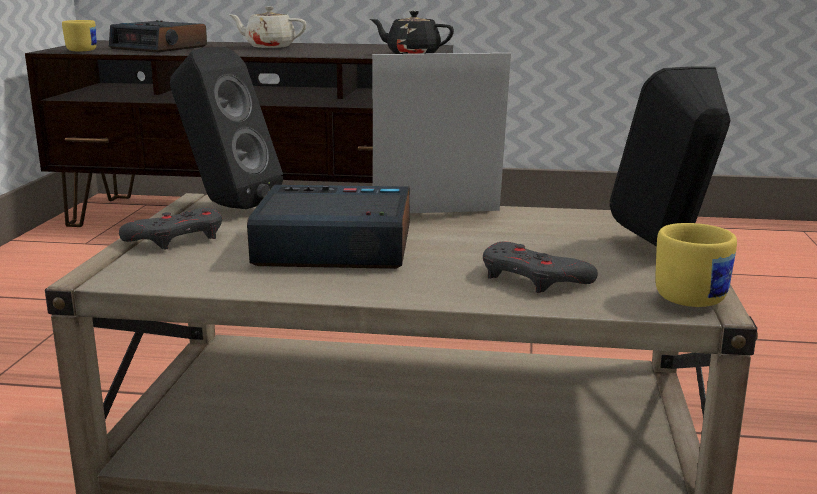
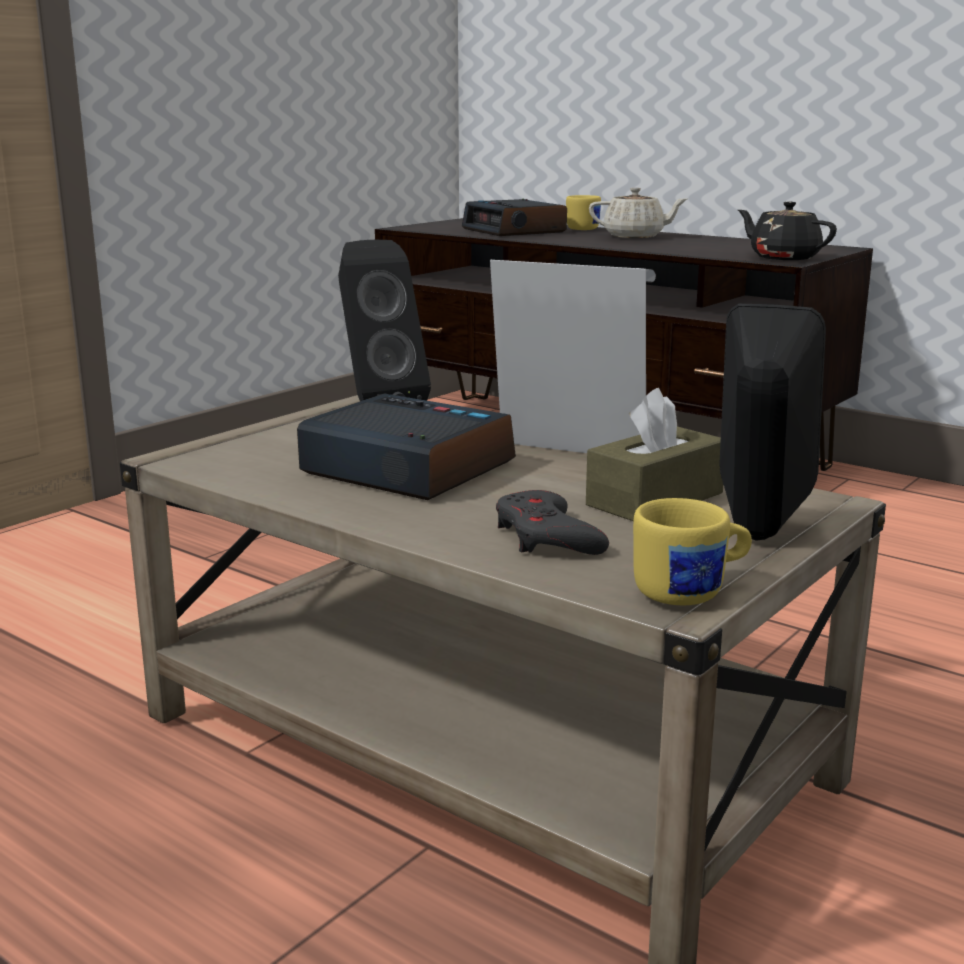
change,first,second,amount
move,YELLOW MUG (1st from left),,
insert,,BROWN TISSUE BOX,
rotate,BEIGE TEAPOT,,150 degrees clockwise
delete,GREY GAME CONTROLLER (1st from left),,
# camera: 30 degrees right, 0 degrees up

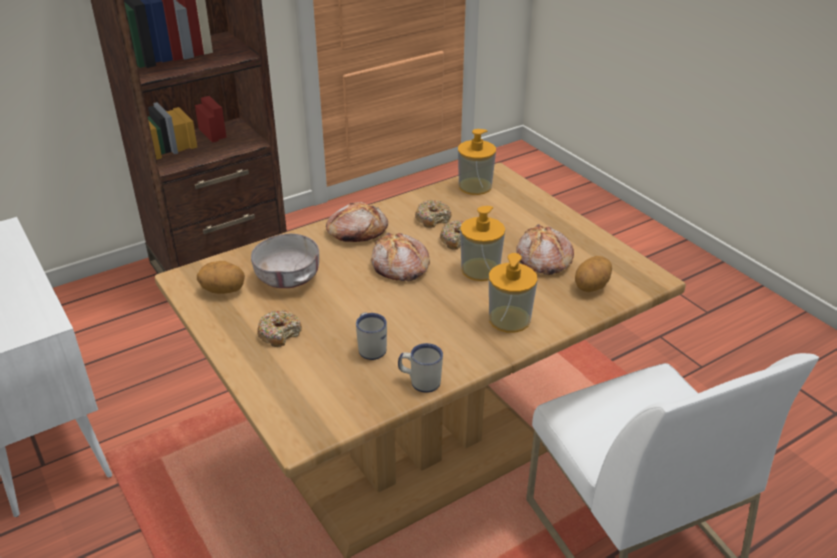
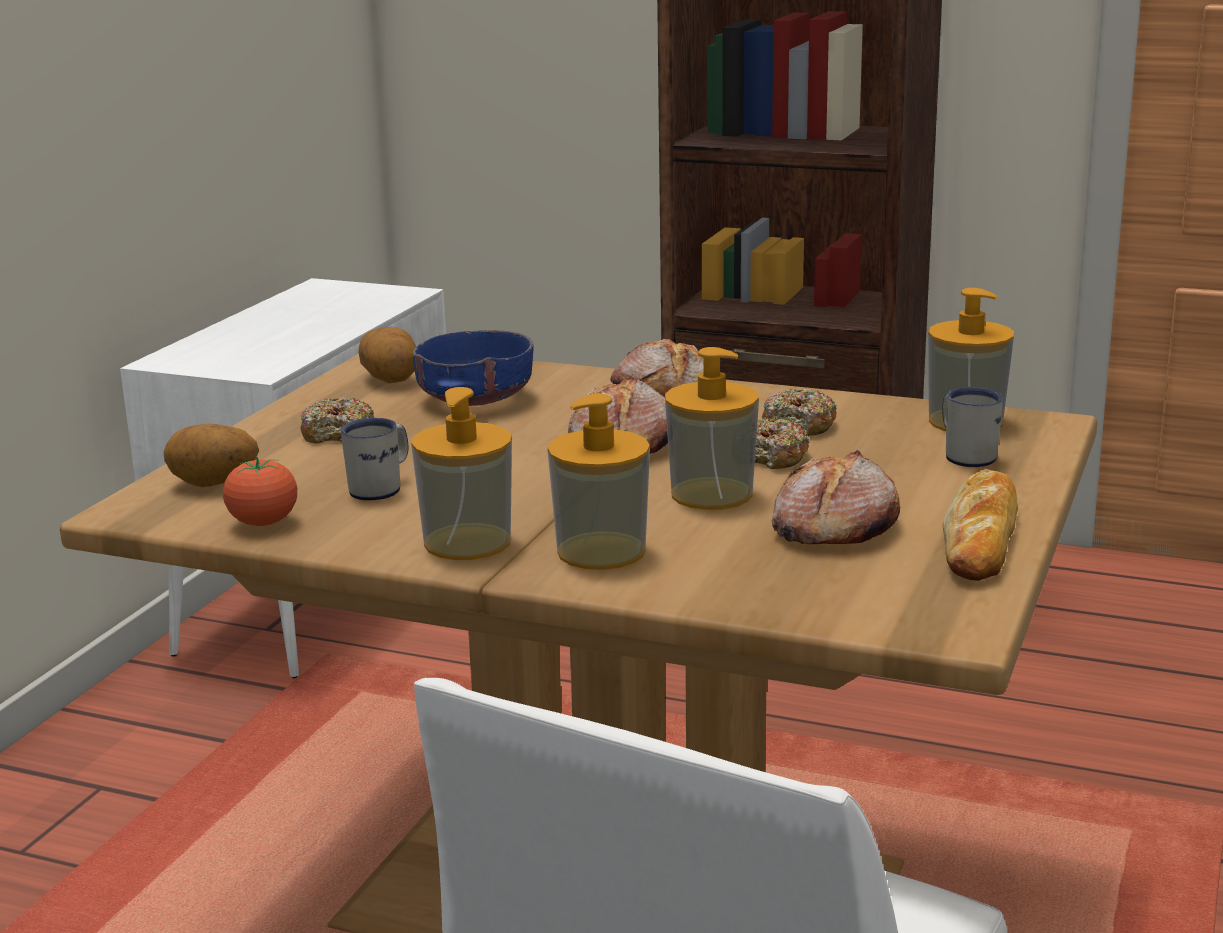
change,first,second,amount
move,POTATO (2nd from left in the first image),POTATO (1st from left),
insert,,TOMATO,
insert,,SOAP DISPENSER (1st from left),
recolor,GREY BOWL,BLUE BOWL,
insert,,BREAD (4th from left),
move,WHITE MUG (2nd from left),,
# camera: 55 degrees right, 15 degrees down

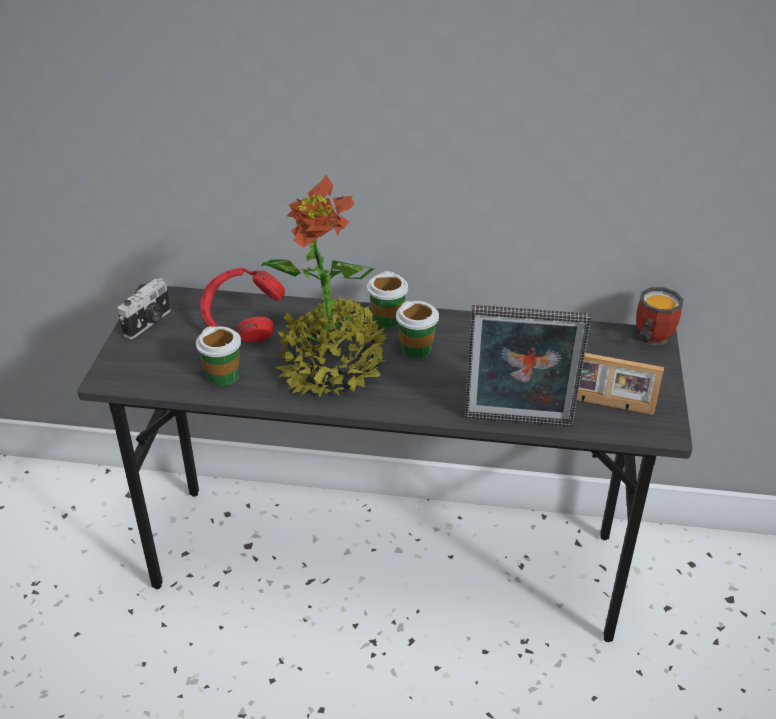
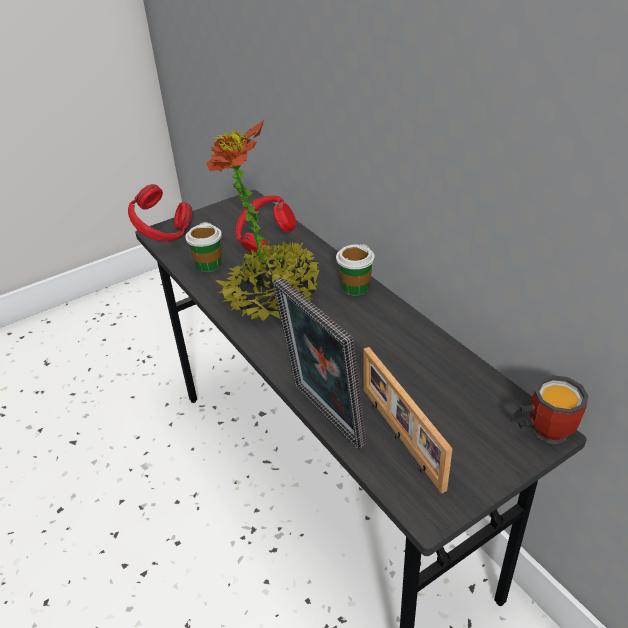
change,first,second,amount
insert,,RED HEADPHONES (1st from left),
delete,PHOTO CAMERA,,
delete,CUP (3rd from left),,
# camera: 50 degrees right, 0 degrees up

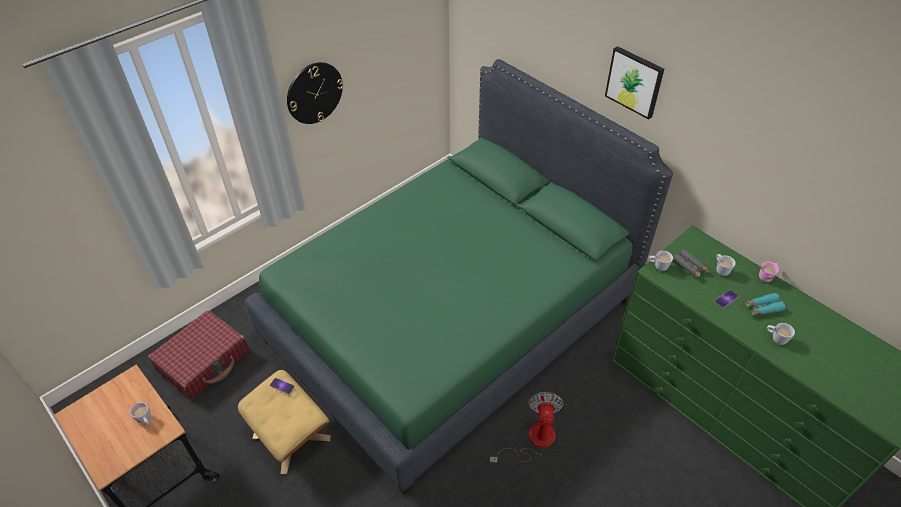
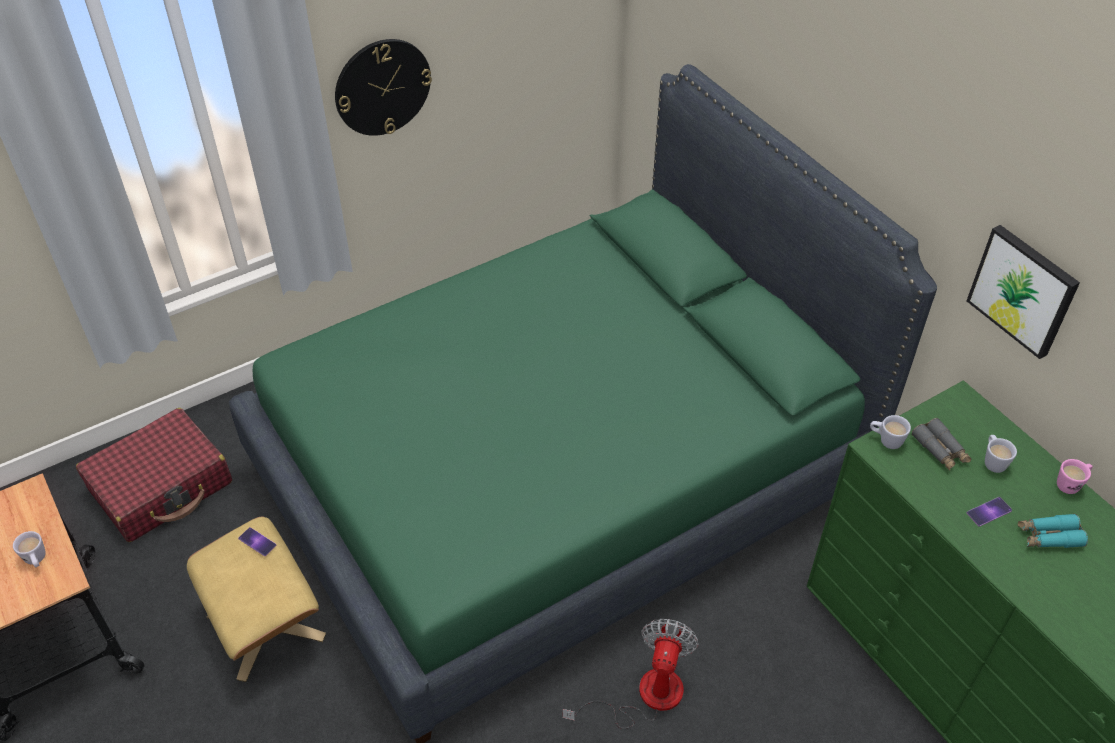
change,first,second,amount
move,PICTURE,,
delete,WHITE MUG (4th from left),,
# camera: 10 degrees right, 0 degrees up

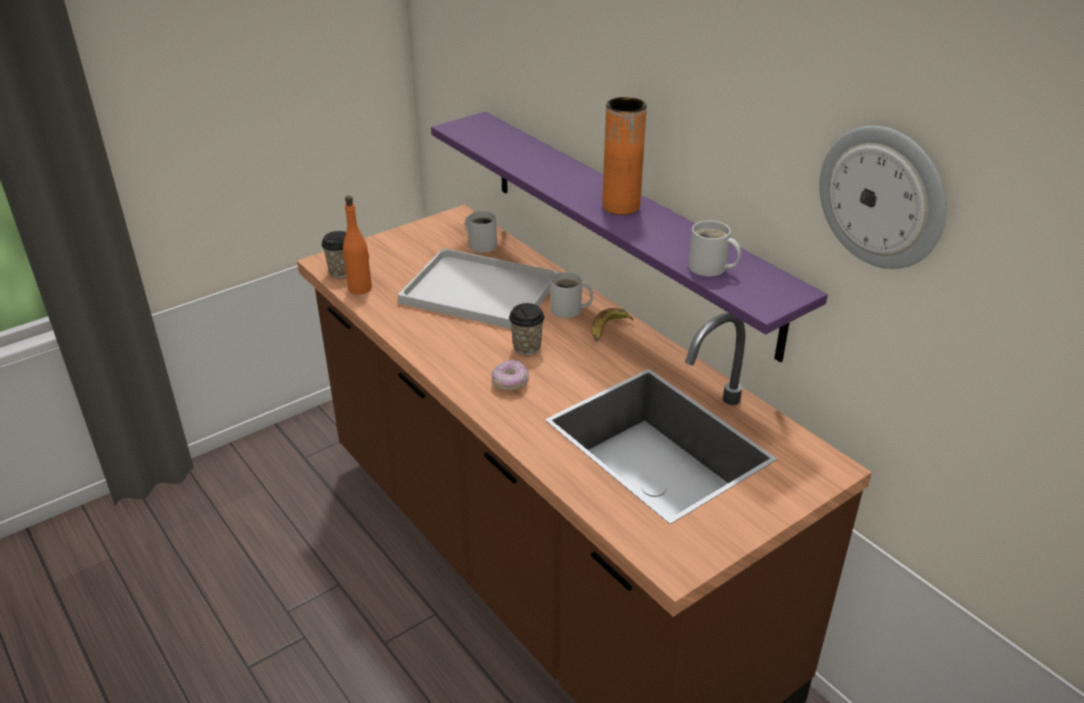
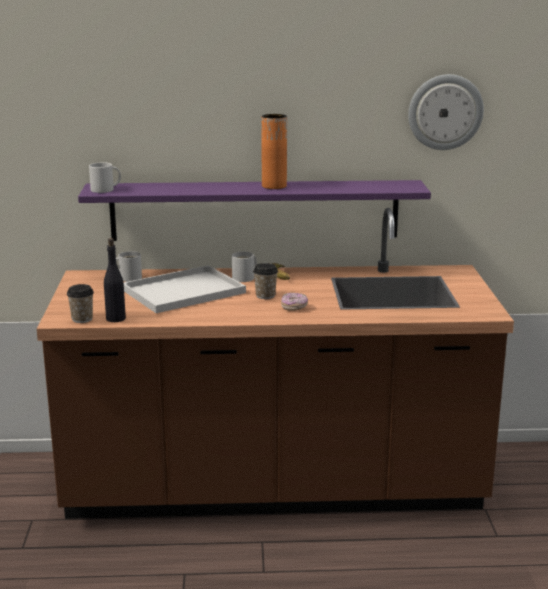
change,first,second,amount
move,WHITE MUG (3rd from left in the first image),WHITE MUG (1st from left),
recolor,ORANGE BOTTLE,BLACK BOTTLE,
# camera: 55 degrees left, 15 degrees down

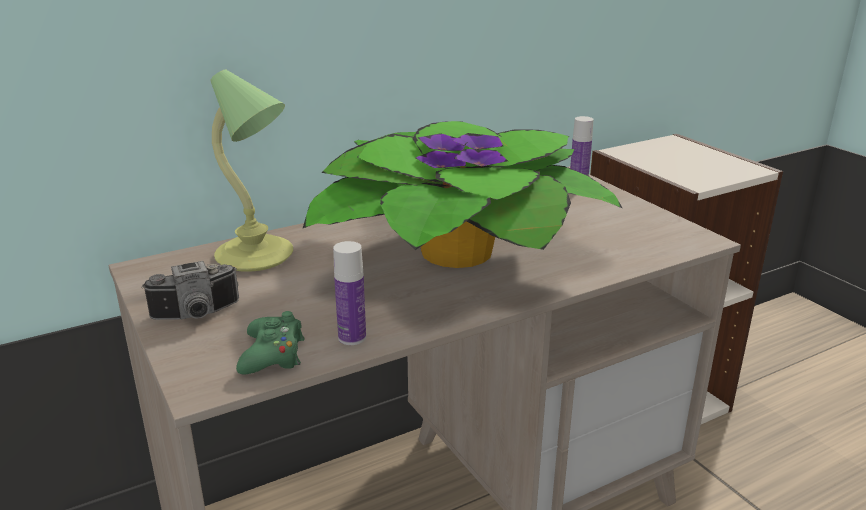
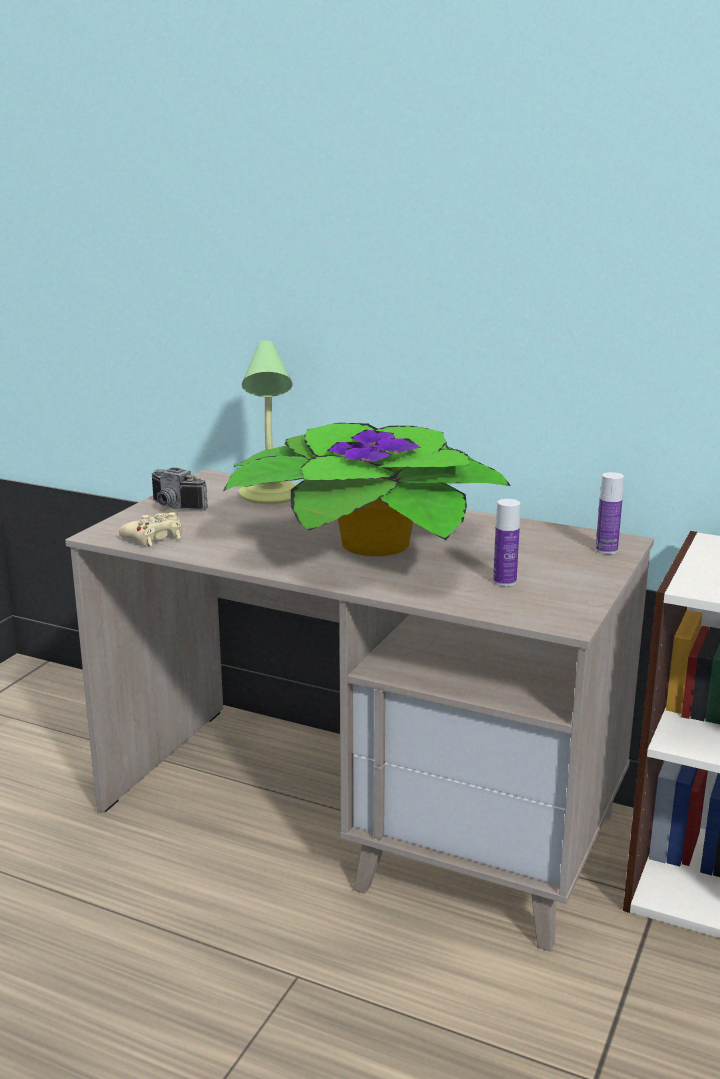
change,first,second,amount
recolor,GREEN GAME CONTROLLER,BEIGE GAME CONTROLLER,
move,BOTTLE (1st from left),,
# camera: 55 degrees right, 5 degrees down

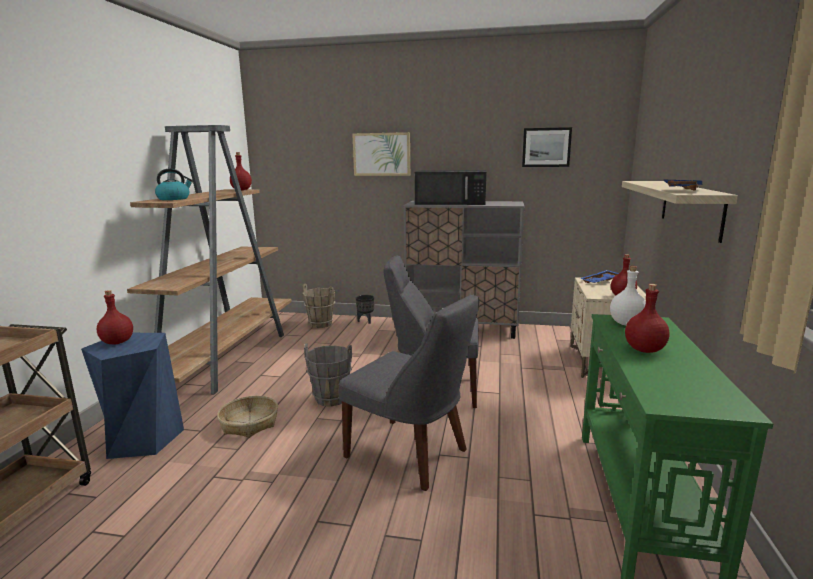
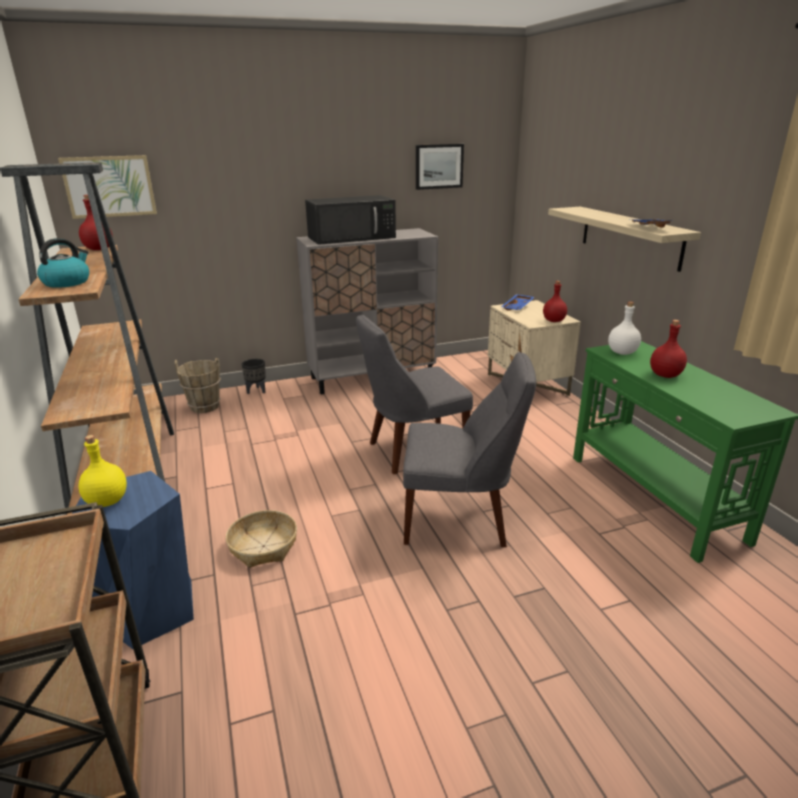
change,first,second,amount
move,PICTURE (1st from left),,
recolor,RED BOTTLE (1st from left),YELLOW BOTTLE,
delete,GREY BUCKET,,
# camera: 30 degrees left, 10 degrees up

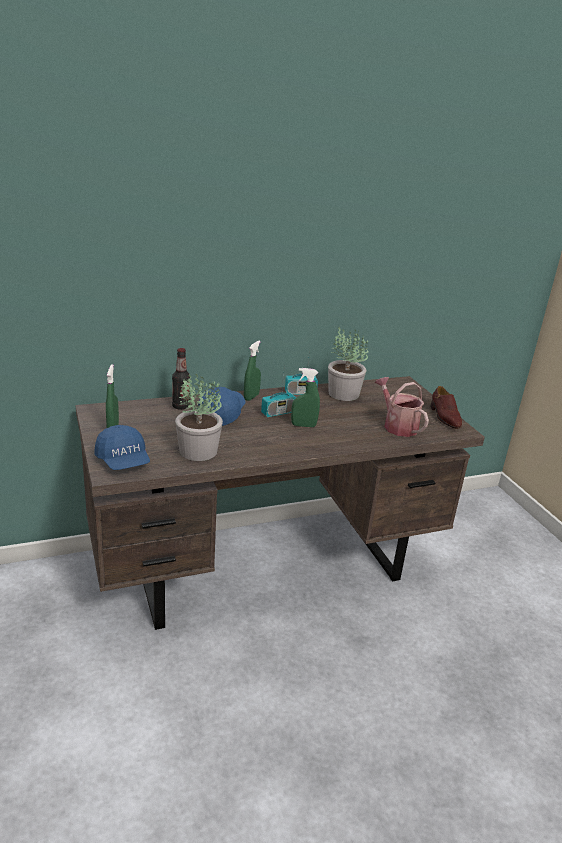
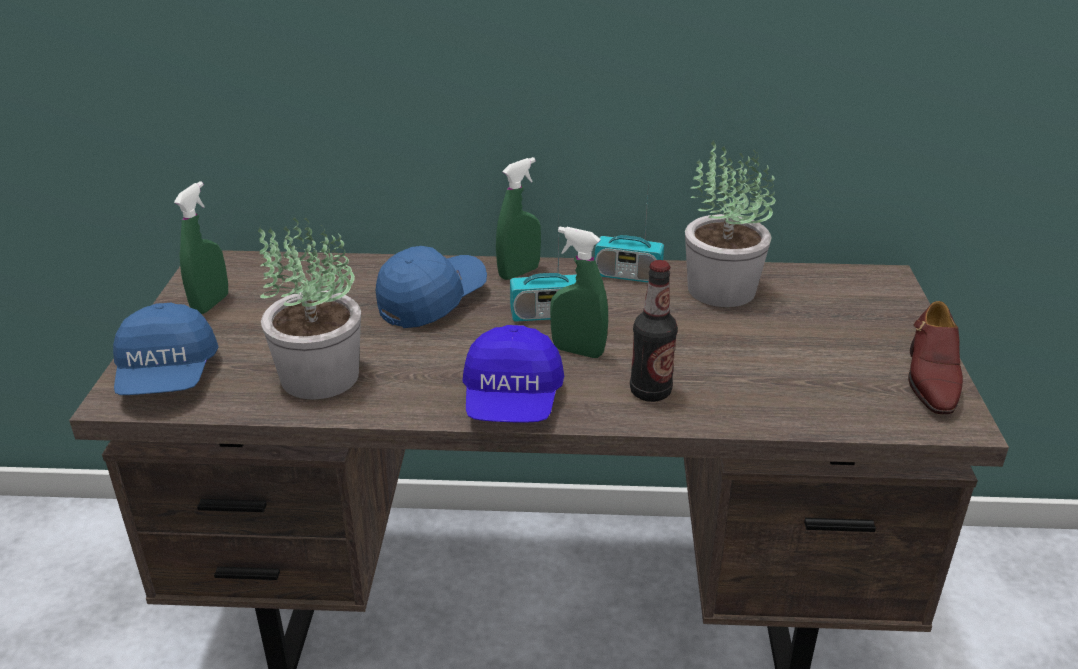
change,first,second,amount
insert,,BLUE CAP (3rd from left),
move,BOTTLE,,
delete,WATERING CAN,,
# camera: 25 degrees right, 5 degrees up

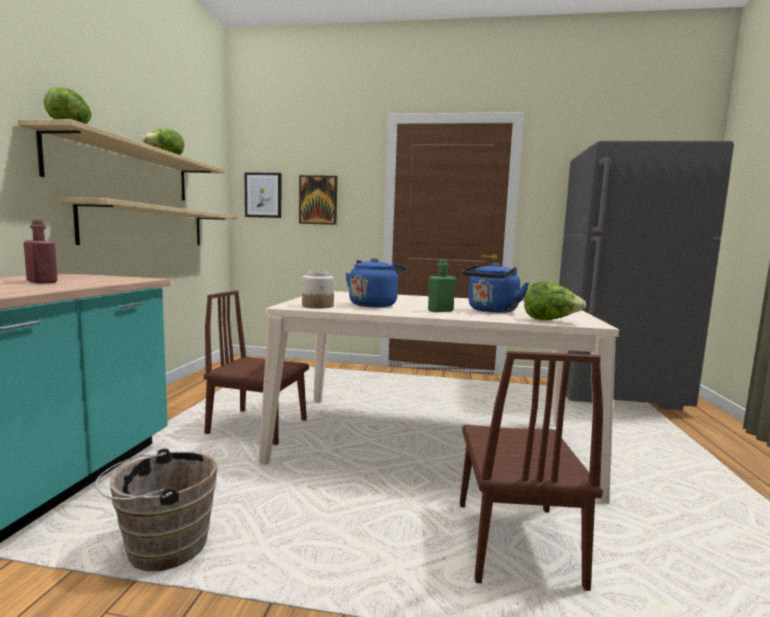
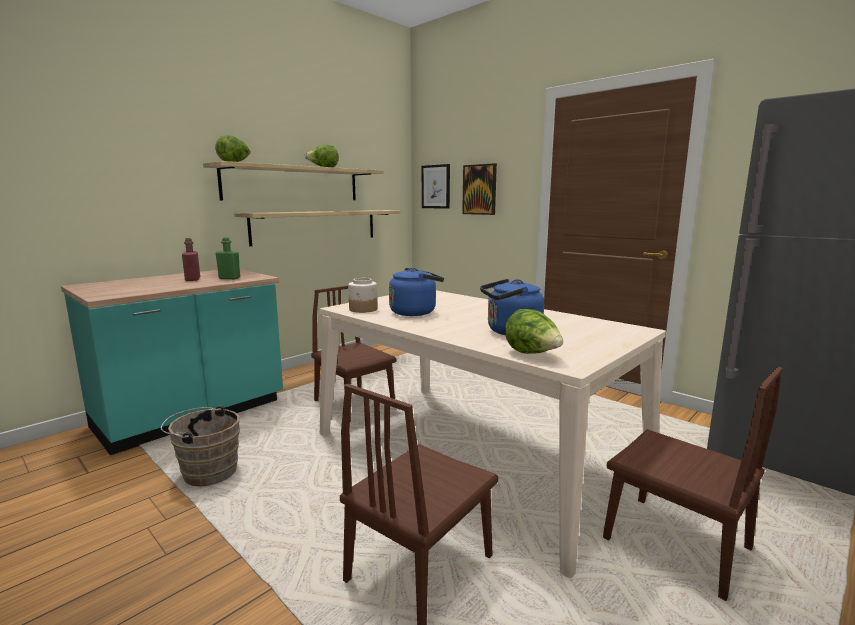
change,first,second,amount
move,GREEN BOTTLE,,
insert,,BROWN CHAIR (3rd from left),
# camera: 35 degrees right, 5 degrees up

